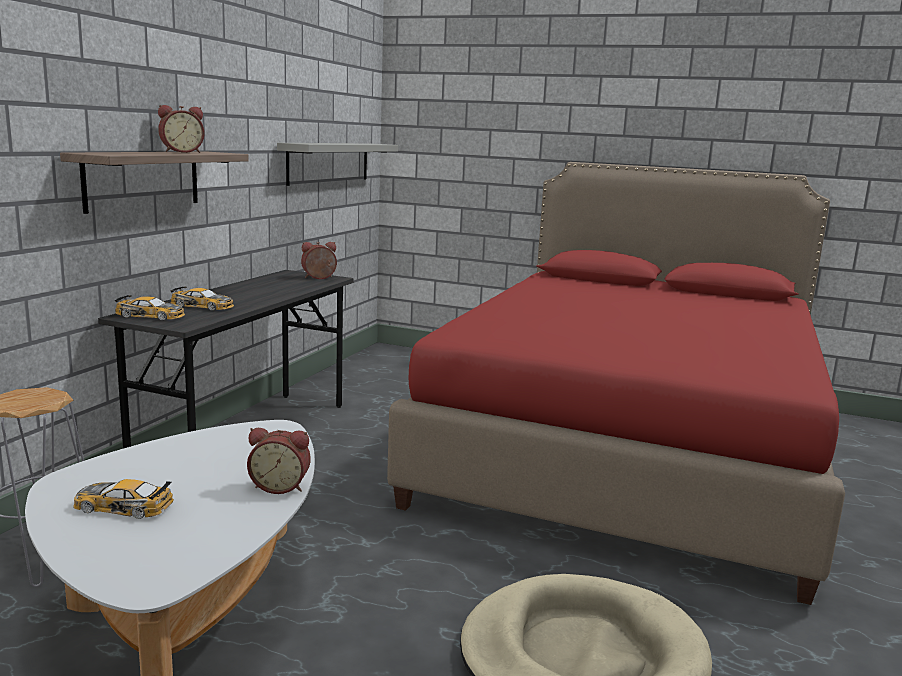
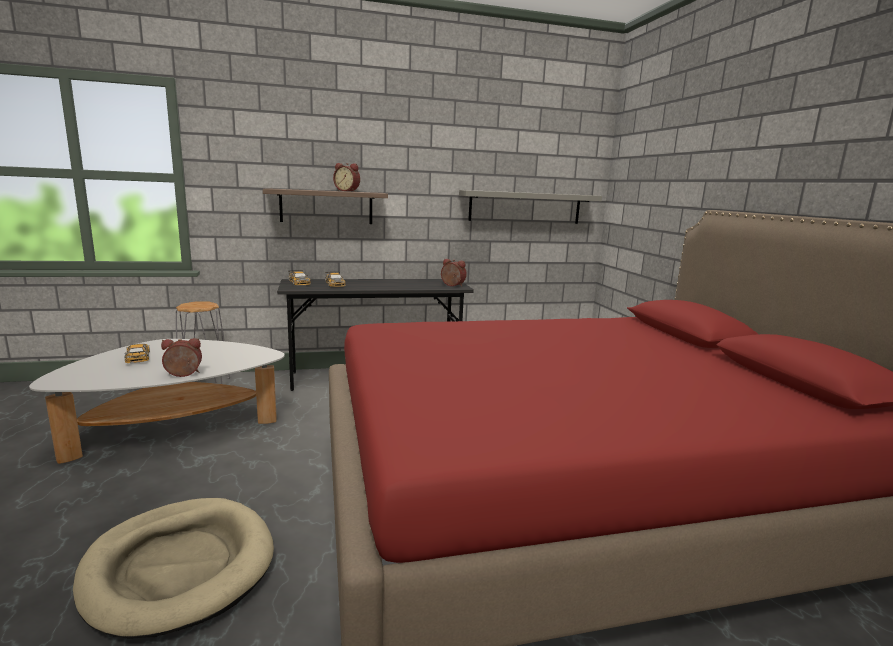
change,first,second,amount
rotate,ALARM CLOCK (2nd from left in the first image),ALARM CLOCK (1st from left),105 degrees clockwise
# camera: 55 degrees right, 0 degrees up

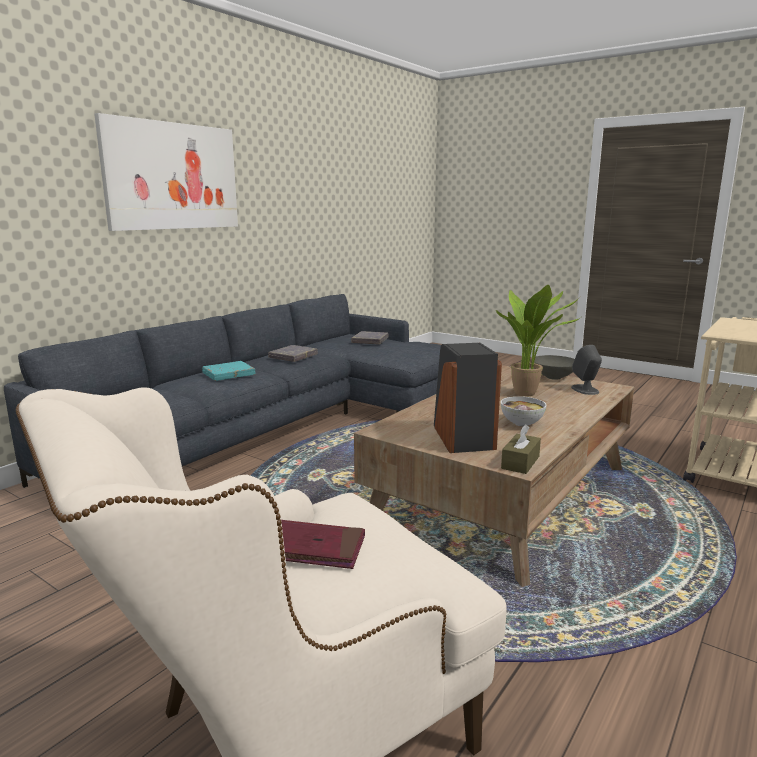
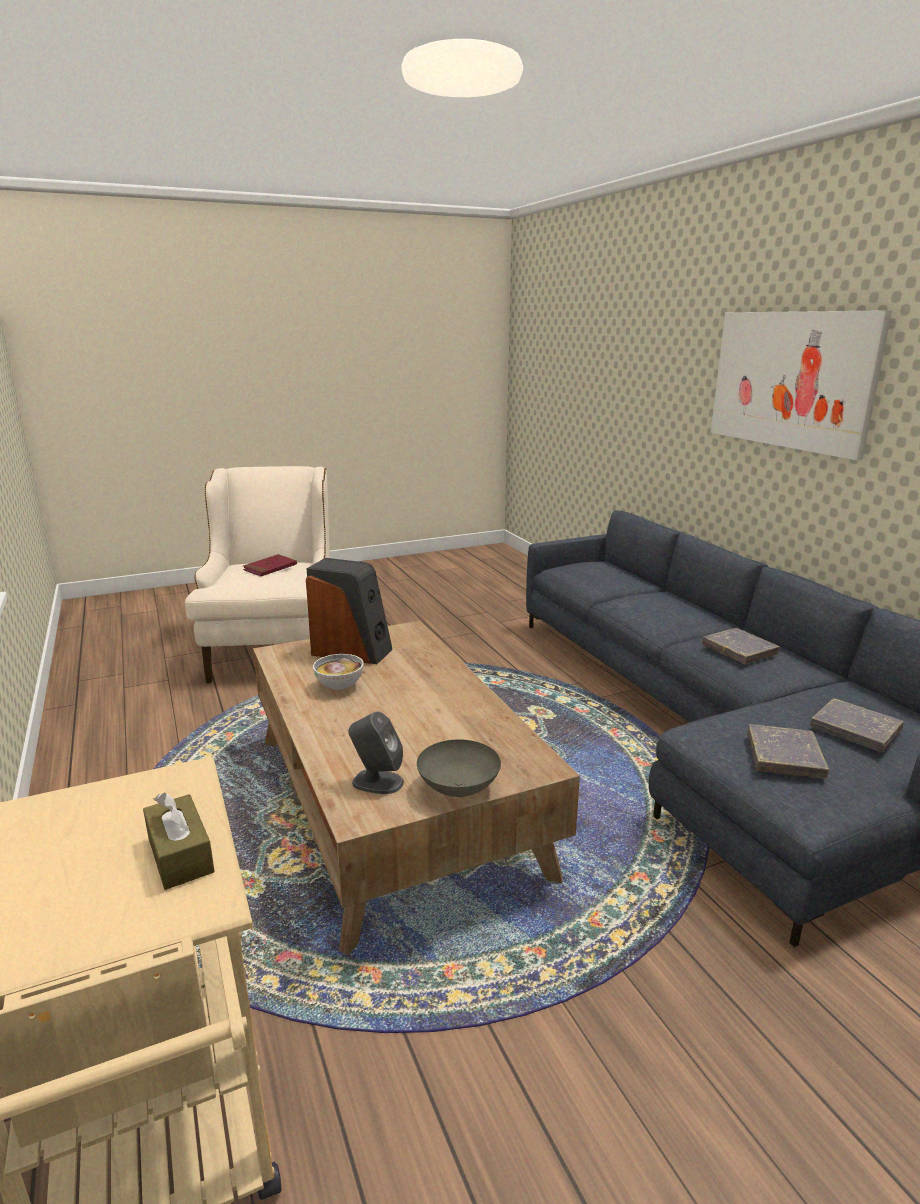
change,first,second,amount
move,BROWN TISSUE BOX,,
insert,,GREY BOOK (2nd from left),
delete,TURQUOISE BOOK,,
delete,POTTED PLANT,,
# camera: 120 degrees right, 5 degrees up

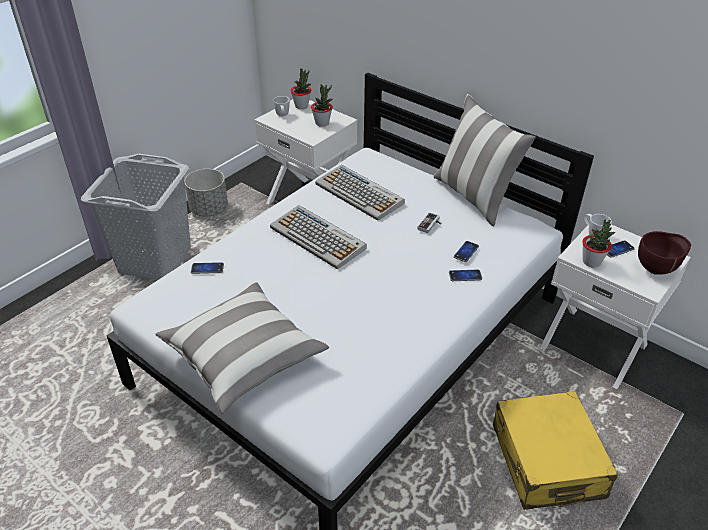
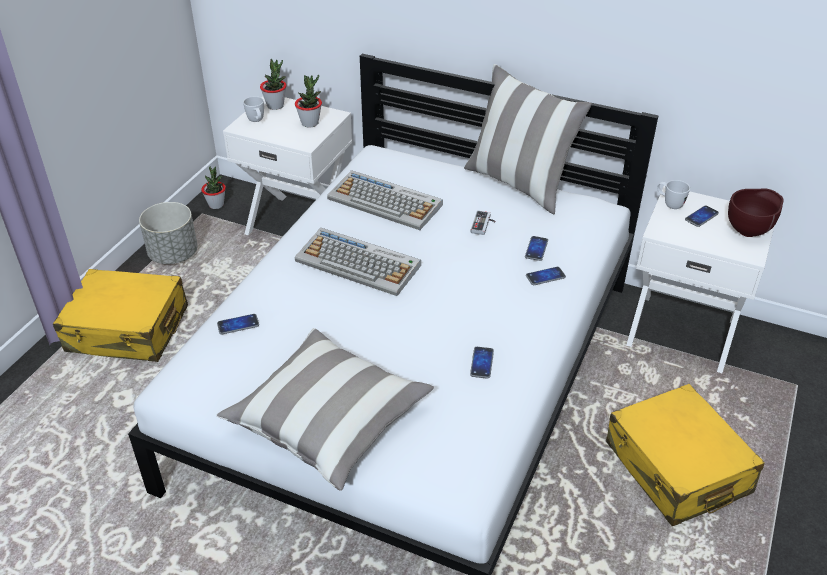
change,first,second,amount
replace,GREY LAUNDRY BASKET,YELLOW SUITCASE (1st from left),
move,POTTED PLANT (3rd from left in the first image),POTTED PLANT (1st from left),
insert,,PHONE (2nd from left),
# camera: 15 degrees left, 0 degrees up

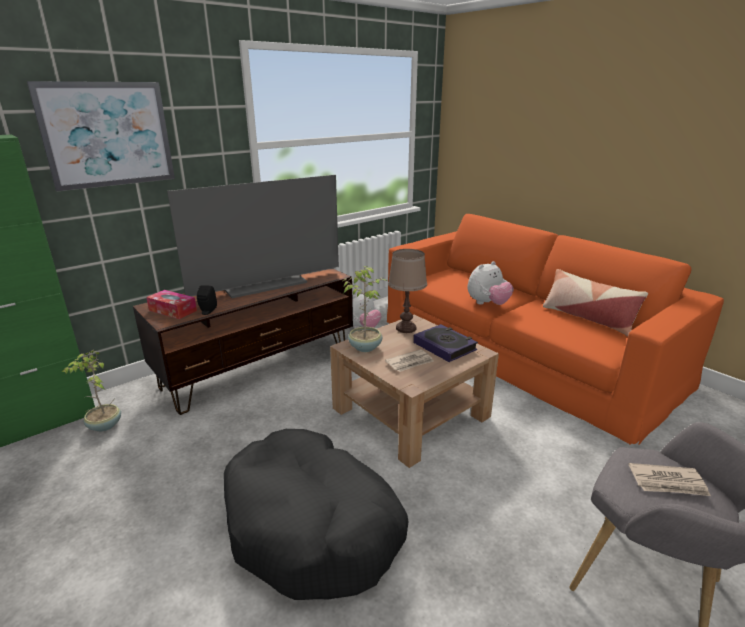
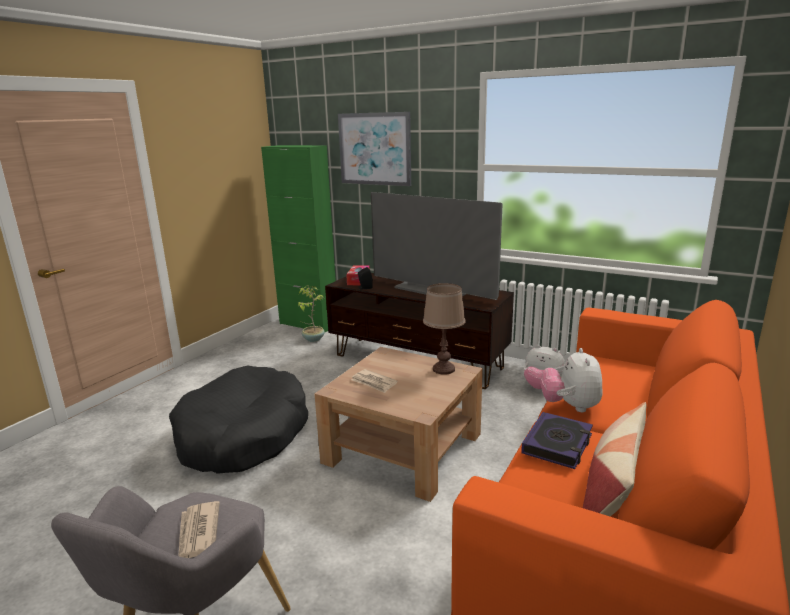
change,first,second,amount
move,BOOK,,
rotate,PLUSH TOY (2nd from left),,60 degrees clockwise
delete,POTTED PLANT (2nd from left),,
# camera: 70 degrees right, 5 degrees down

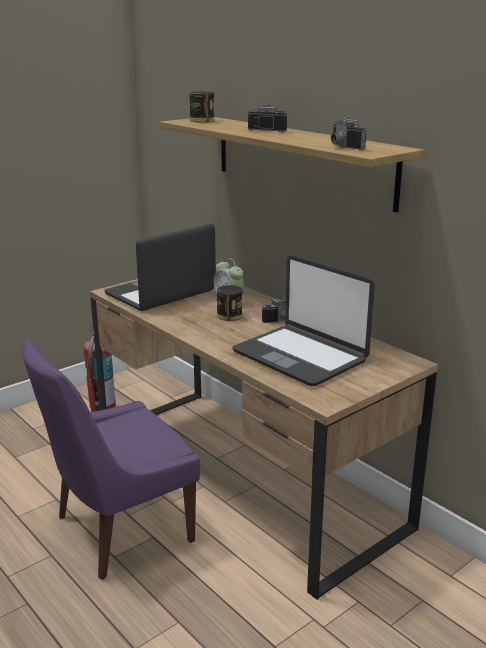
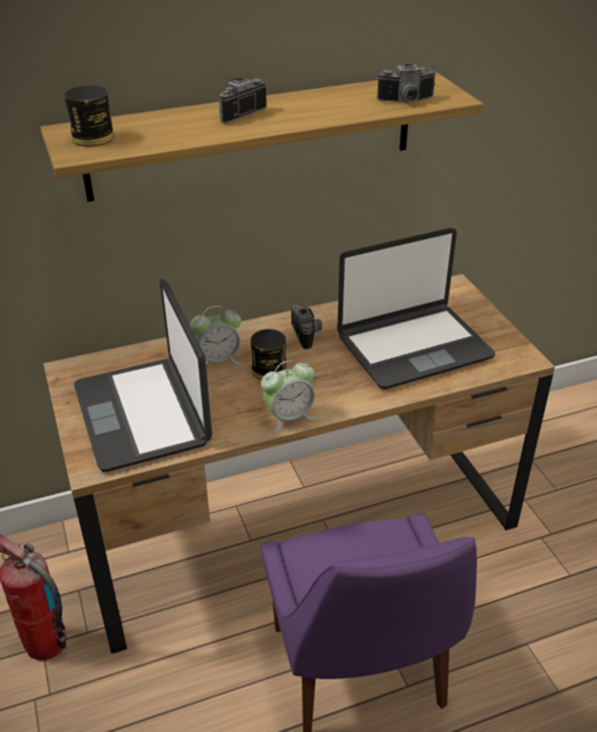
change,first,second,amount
insert,,ALARM CLOCK (2nd from left),
# camera: 70 degrees left, 15 degrees up

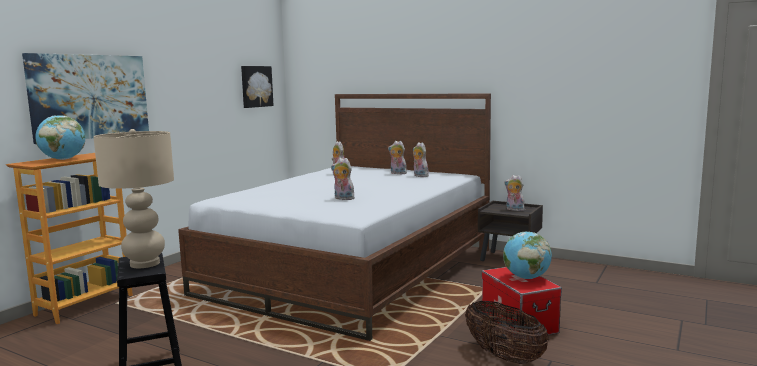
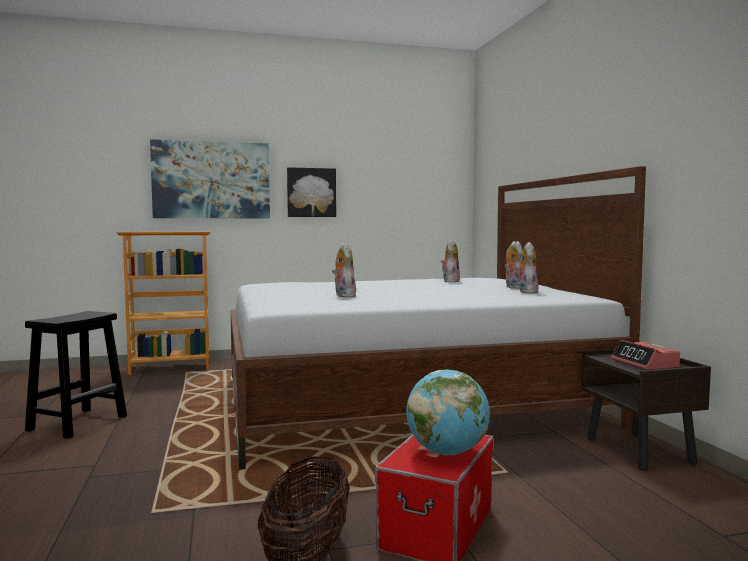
change,first,second,amount
move,PICTURE (2nd from left),,
replace,PLUSH TOY (5th from left),ALARM CLOCK,
delete,GLOBE (1st from left),,
delete,BEIGE TABLE LAMP,,
# camera: 45 degrees right, 5 degrees down

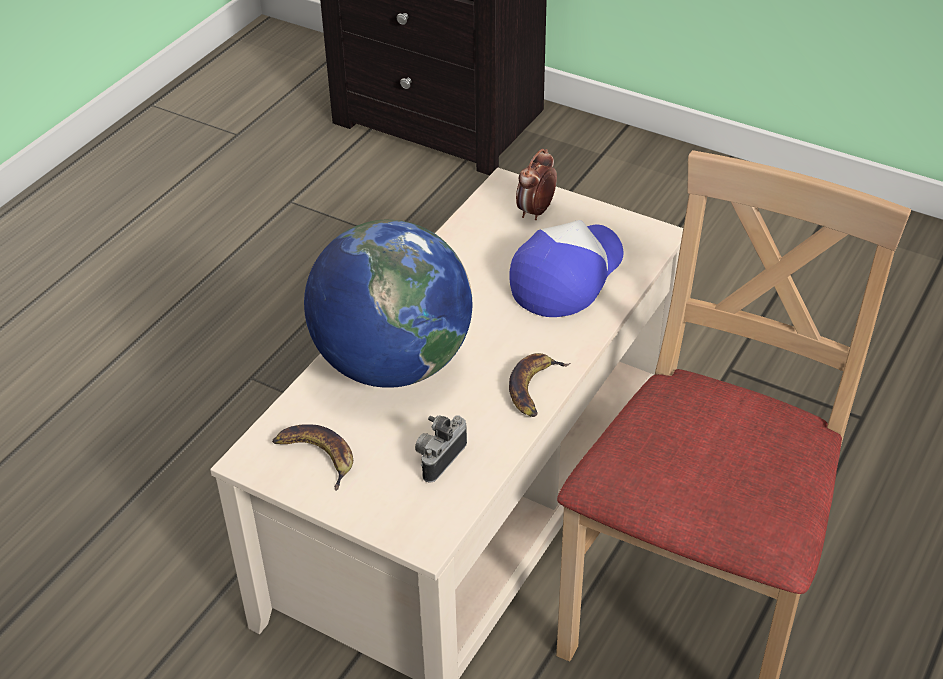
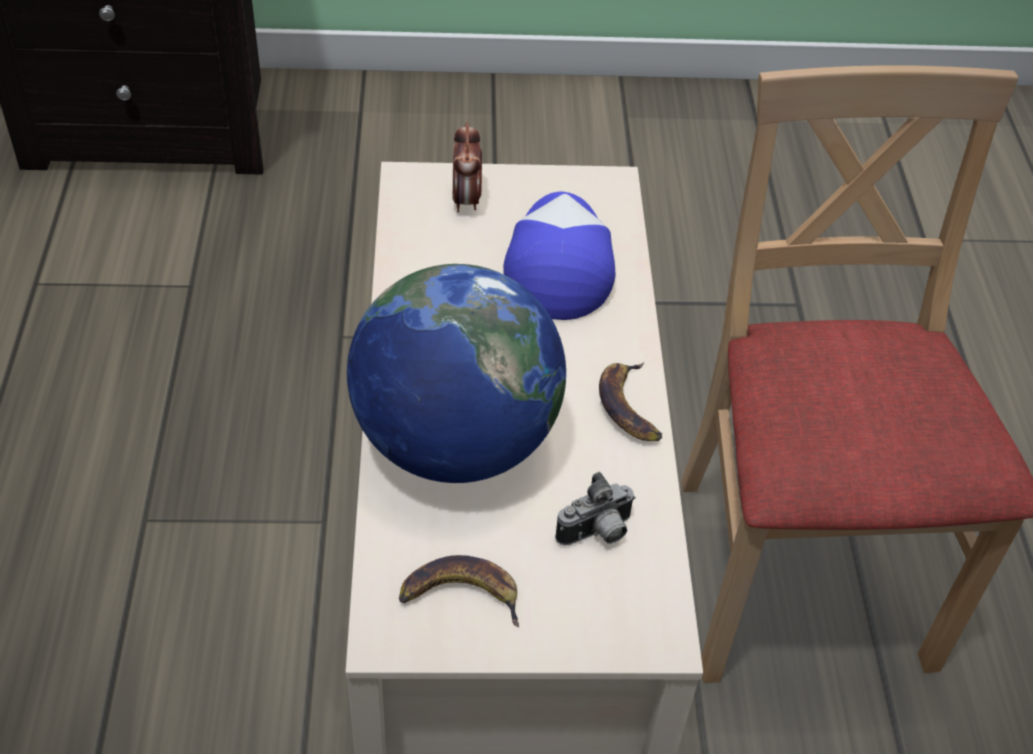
change,first,second,amount
rotate,PHOTO CAMERA,,120 degrees counterclockwise
# camera: 35 degrees left, 5 degrees up

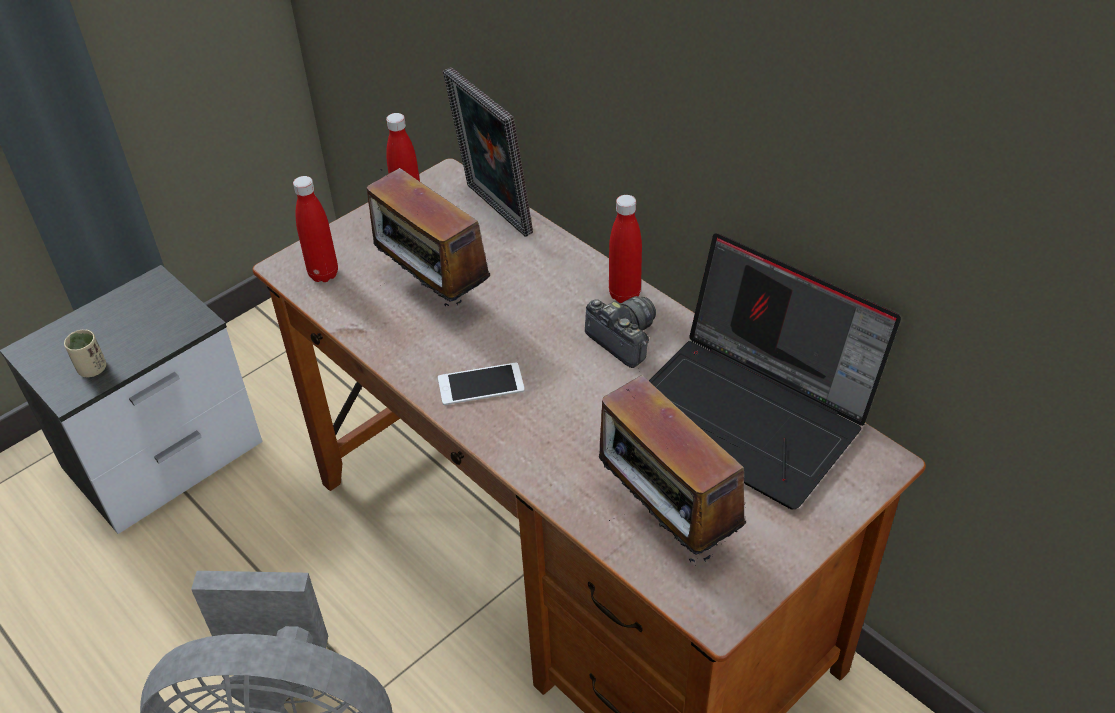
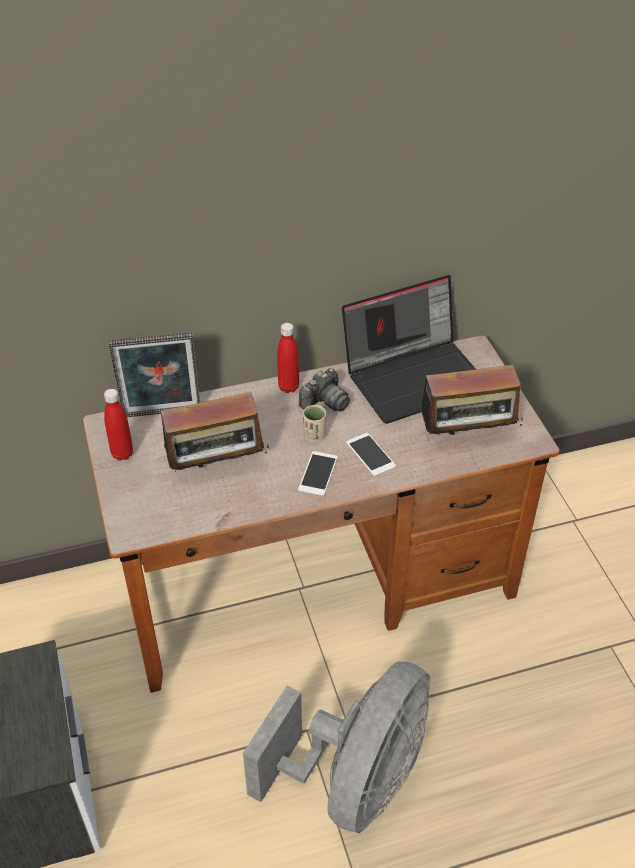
change,first,second,amount
rotate,PHOTO CAMERA,,150 degrees clockwise
move,BEIGE CUP,,
insert,,PHONE (2nd from left),
delete,RED BOTTLE (1st from left),,
# camera: 65 degrees left, 0 degrees up

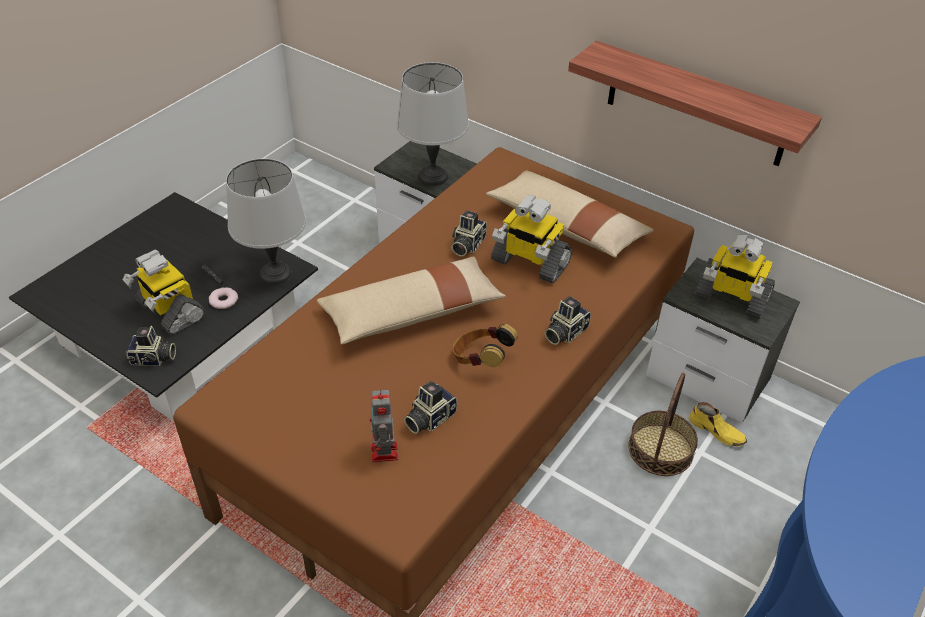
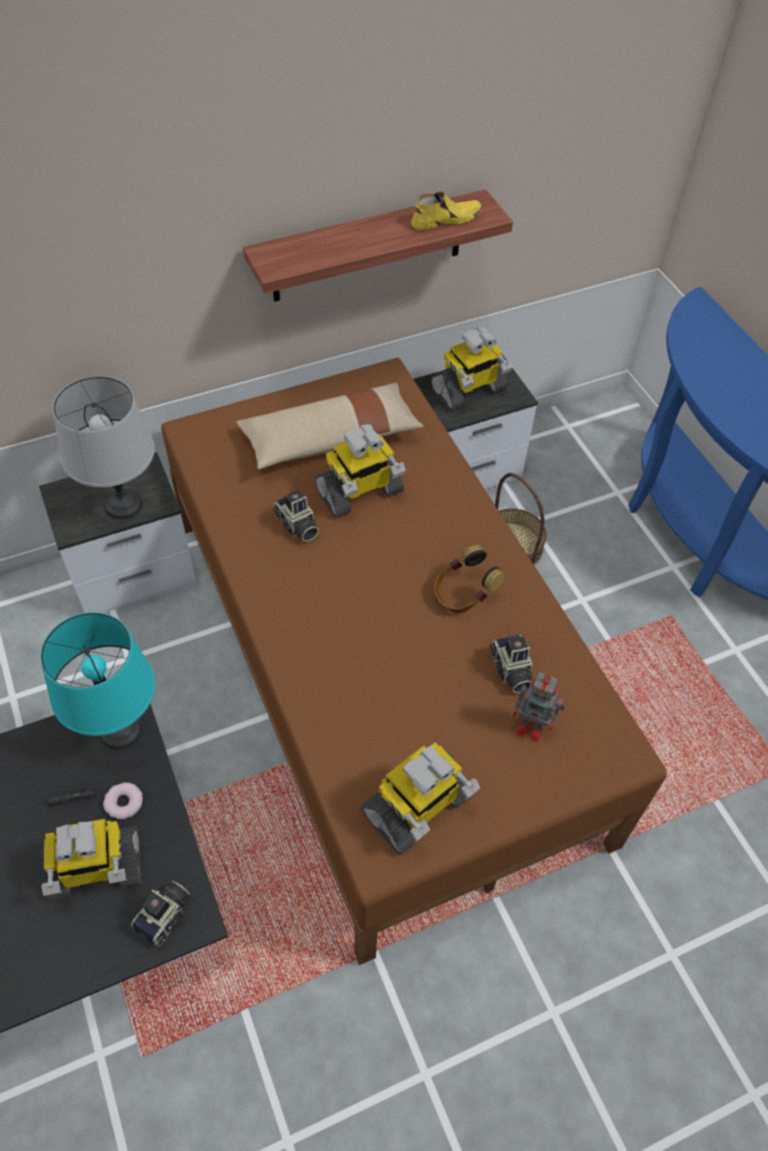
change,first,second,amount
recolor,GREY TABLE LAMP (1st from left),TURQUOISE TABLE LAMP,
insert,,TOY ROBOT (3rd from left),
move,YELLOW SHOE,,
delete,BEIGE PILLOW (1st from left),,
delete,PHOTO CAMERA (4th from left),,
# camera: 60 degrees left, 10 degrees up

